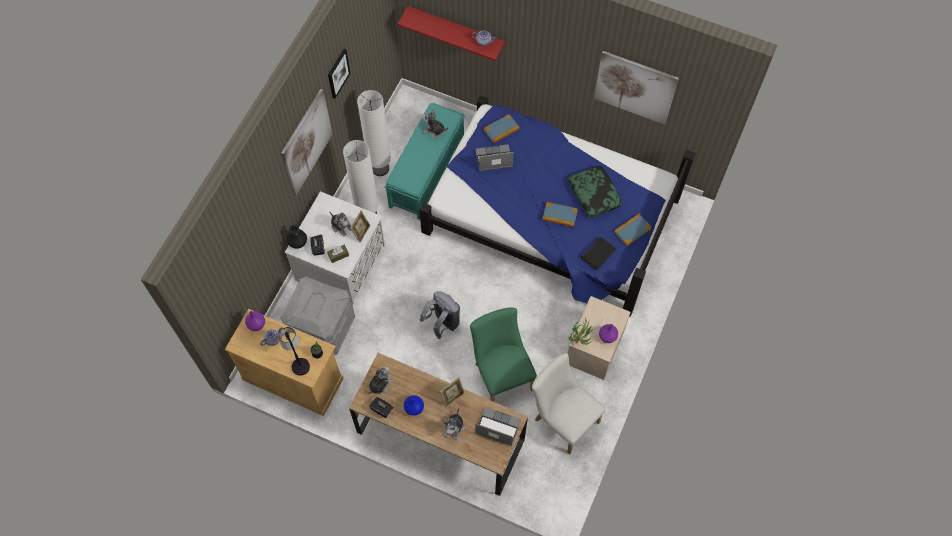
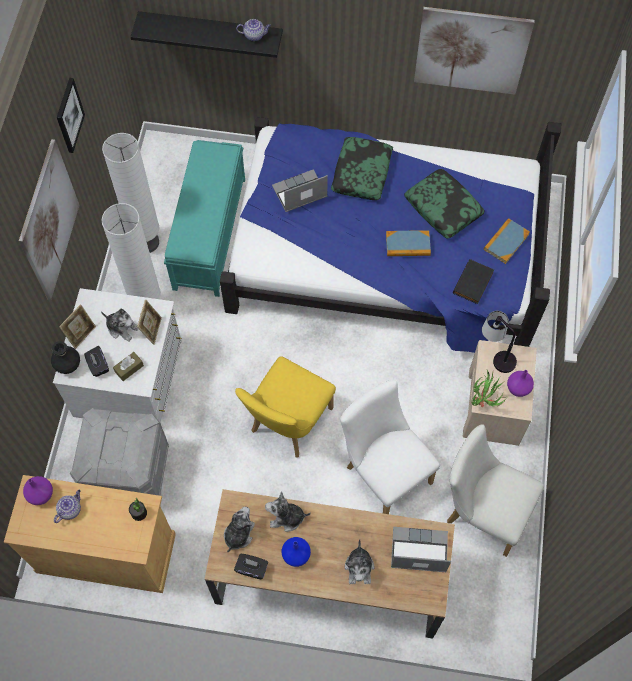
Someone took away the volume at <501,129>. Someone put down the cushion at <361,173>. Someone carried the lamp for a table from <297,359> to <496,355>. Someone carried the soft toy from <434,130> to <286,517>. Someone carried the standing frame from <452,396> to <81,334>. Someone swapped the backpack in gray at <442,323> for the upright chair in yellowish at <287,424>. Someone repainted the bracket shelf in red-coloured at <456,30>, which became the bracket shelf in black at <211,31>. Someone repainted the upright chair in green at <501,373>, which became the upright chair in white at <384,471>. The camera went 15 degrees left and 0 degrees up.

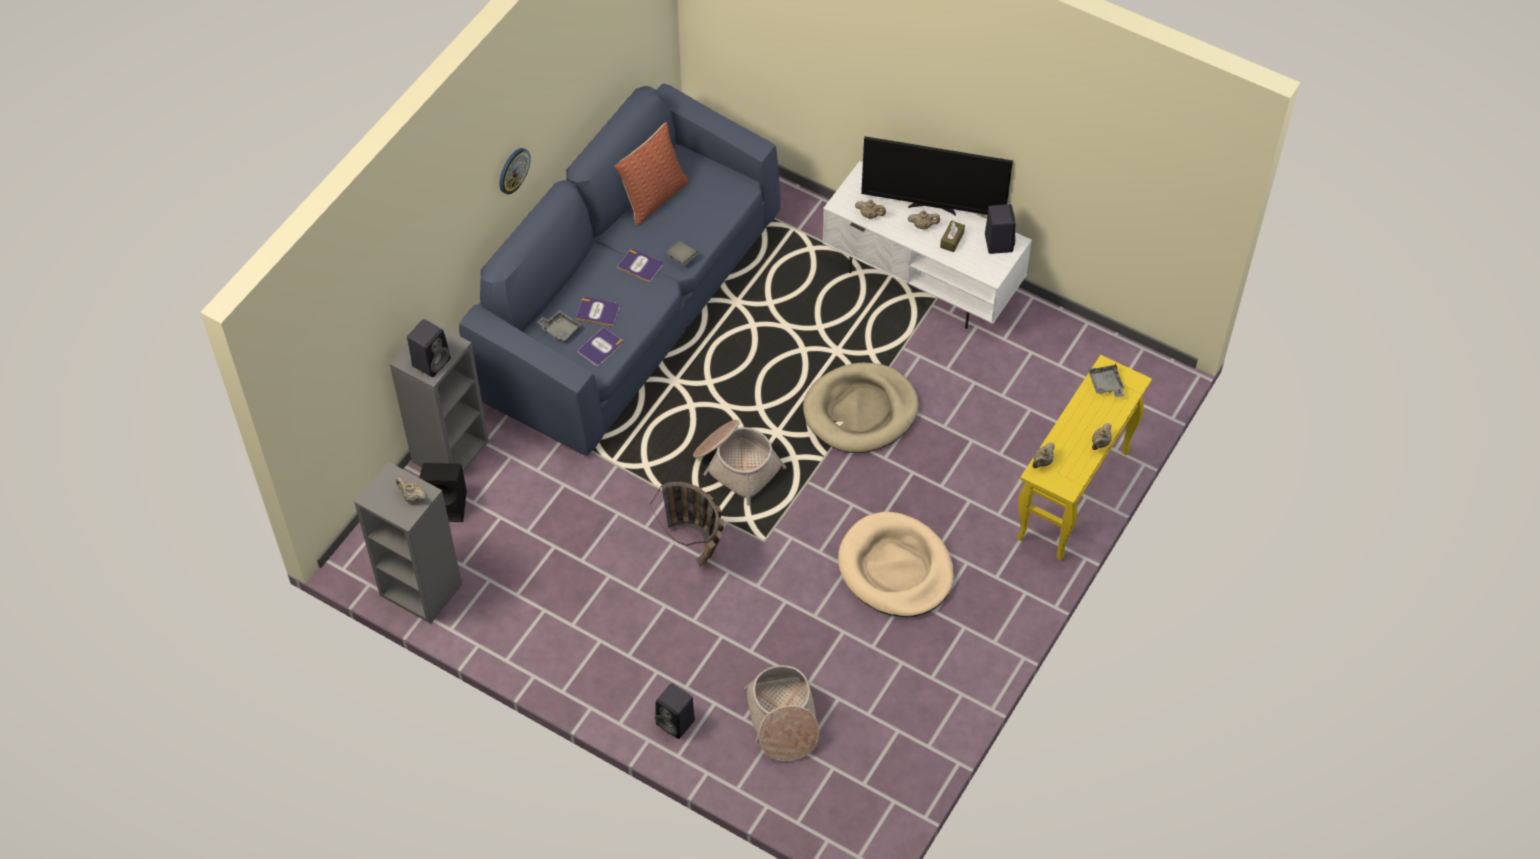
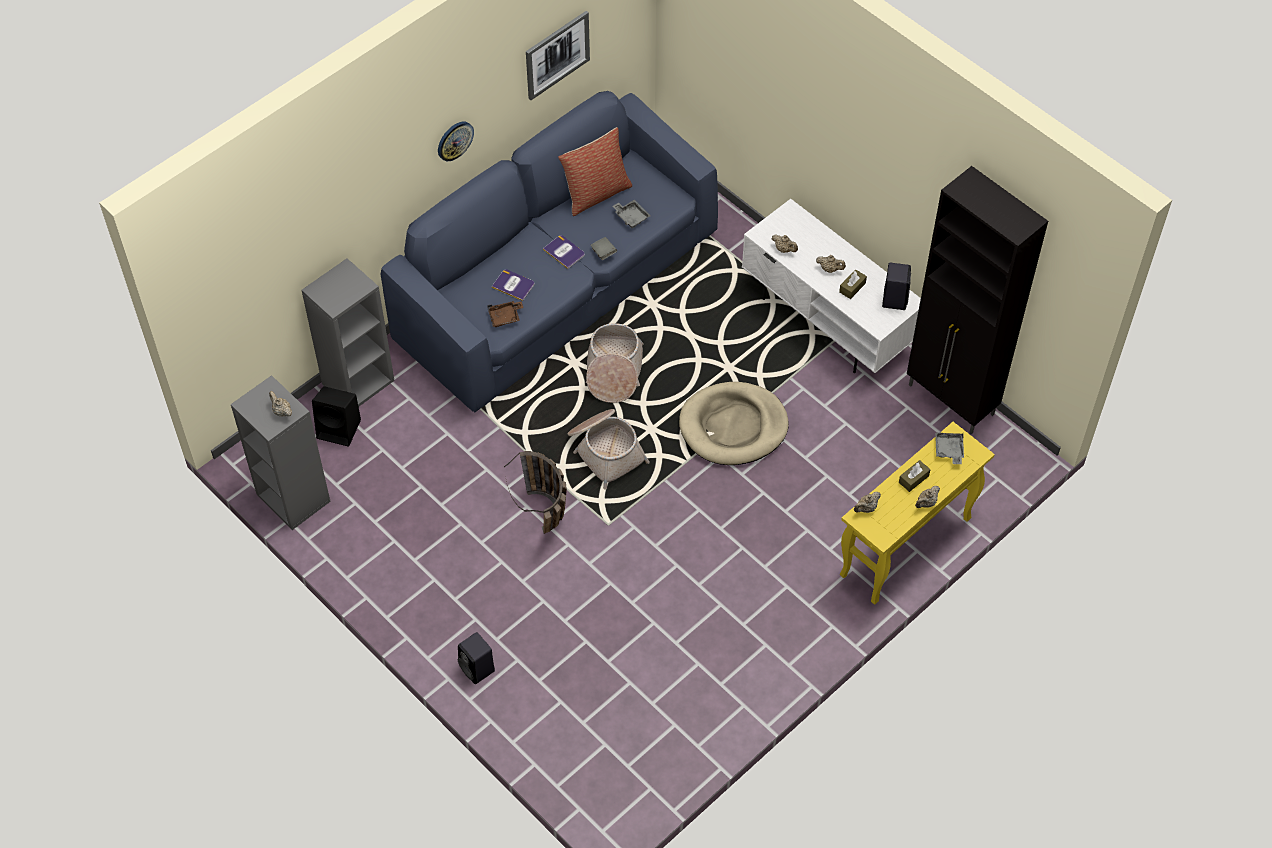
Someone took away the audio speaker in black at <432,361>. Someone took away the dog cushion in beige-coloured at <895,568>. Someone took away the television at <933,207>. Someone put up the picture at <557,54>. Someone put down the box of tissues in brown at <913,479>. Someone put down the cupboard in black at <951,401>. Someone carried the serving tray in gray from <560,330> to <631,217>. Someone carried the household basket from <783,720> to <613,371>. Someone swapped the volume at <600,347> for the serving tray in brown at <505,317>. The camera went 15 degrees right and 0 degrees up.

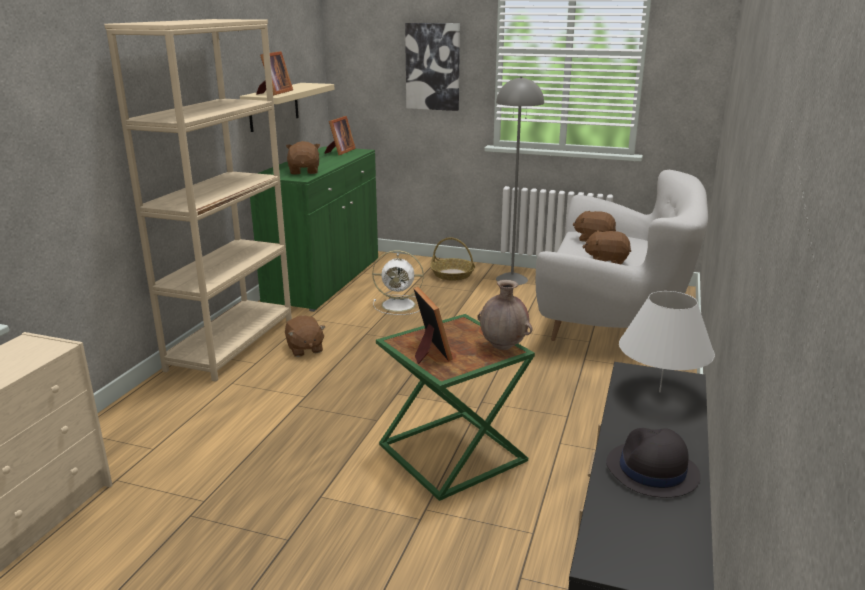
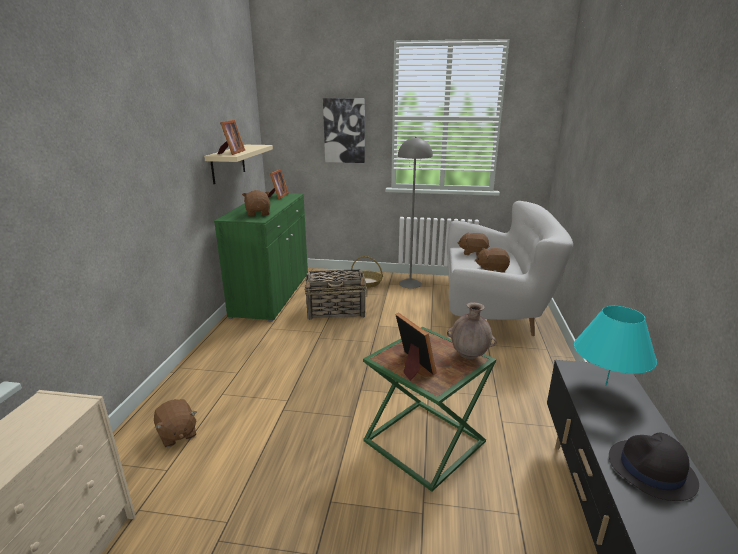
Someone took away the shelving unit in beige-coloured at <232,343>. Someone carried the soft toy in brown from <304,349> to <177,434>. Someone swapped the fan in white at <400,305> for the household basket at <336,311>. Someone repainted the lamp for a table in white at <660,391>, which became the lamp for a table in turquoise-coloured at <605,385>. The camera went 10 degrees left and 0 degrees up.

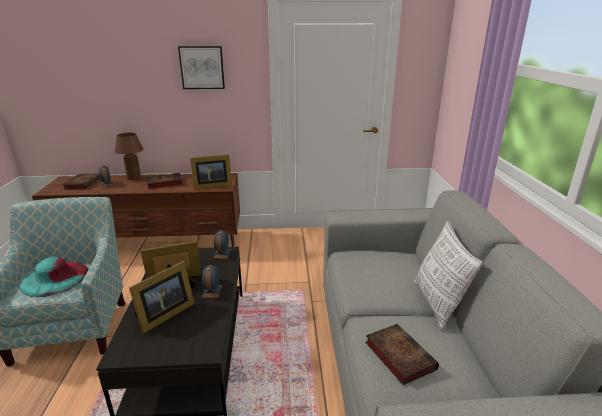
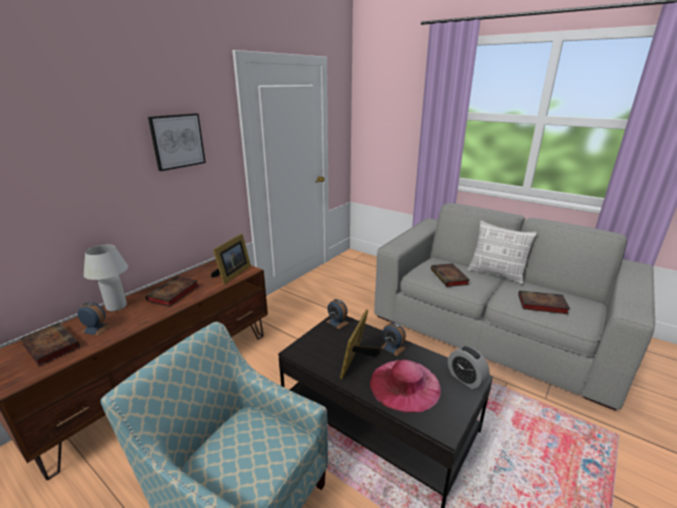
Someone took away the clothing hat in turquoise-coloured at <55,278>. Someone put down the volume at <450,277>. Someone put down the bedside clock at <465,379>. Someone swapped the standing frame at <163,315> for the clothing hat in pinkish at <405,384>. Someone repainted the lamp for a table in brown at <134,178>, which became the lamp for a table in white at <116,306>. The camera went 50 degrees left and 0 degrees up.

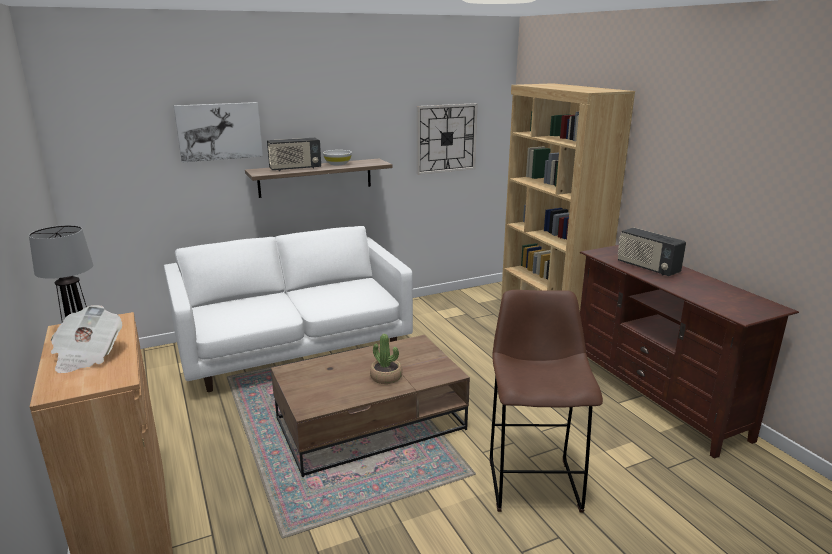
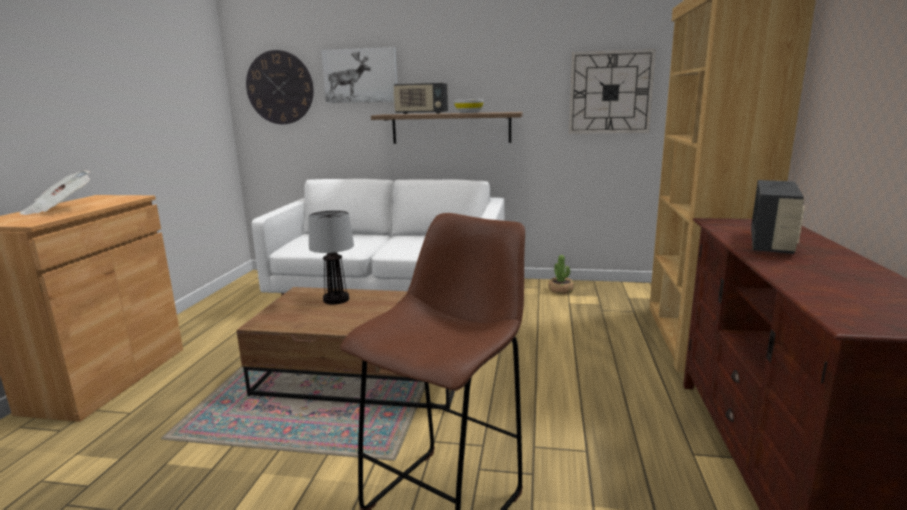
Someone put up the clock on the wall at <280,87>. Someone carried the lamp for a table from <78,328> to <336,299>. Someone carried the houseplant from <386,377> to <561,290>. Someone rotated the radio set at <647,267> by 150 degrees counterclockwise. The camera went 35 degrees right and 5 degrees down.

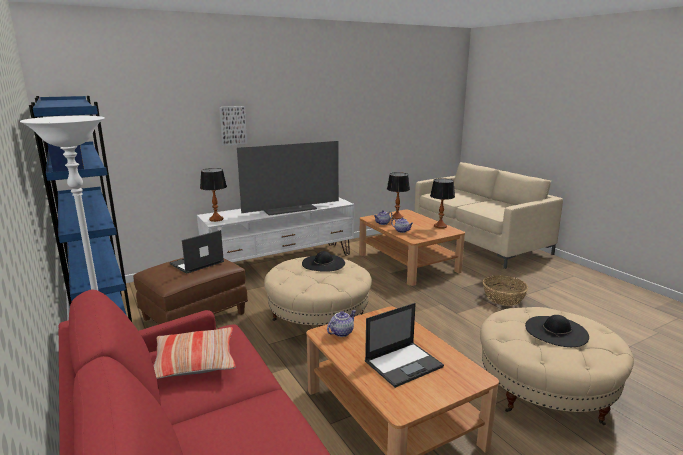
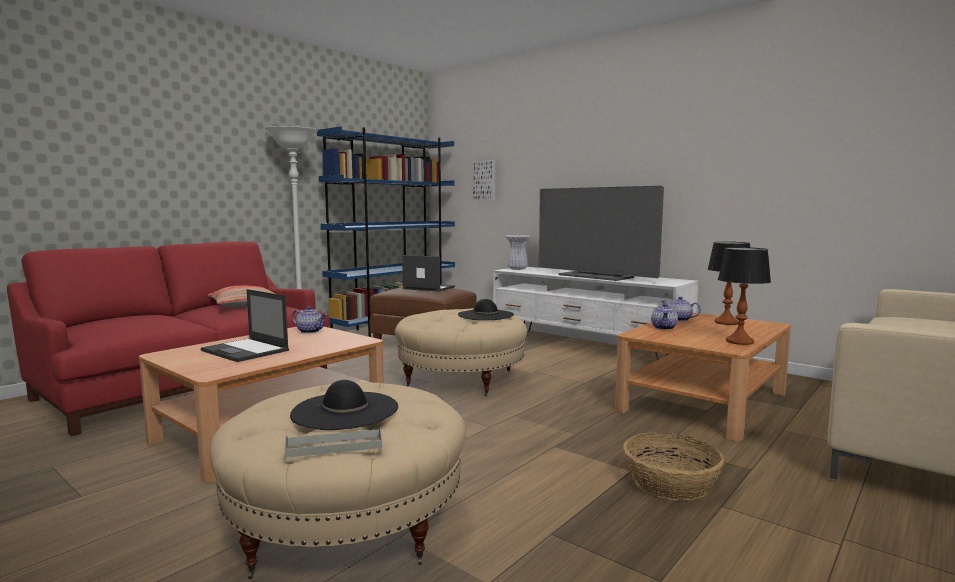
Someone put down the serving tray in gray at <334,447>. Someone carried the picture from <233,125> to <485,181>. Someone swapped the lamp for a table at <216,219> for the vase in white at <517,269>. The camera went 70 degrees right and 10 degrees down.

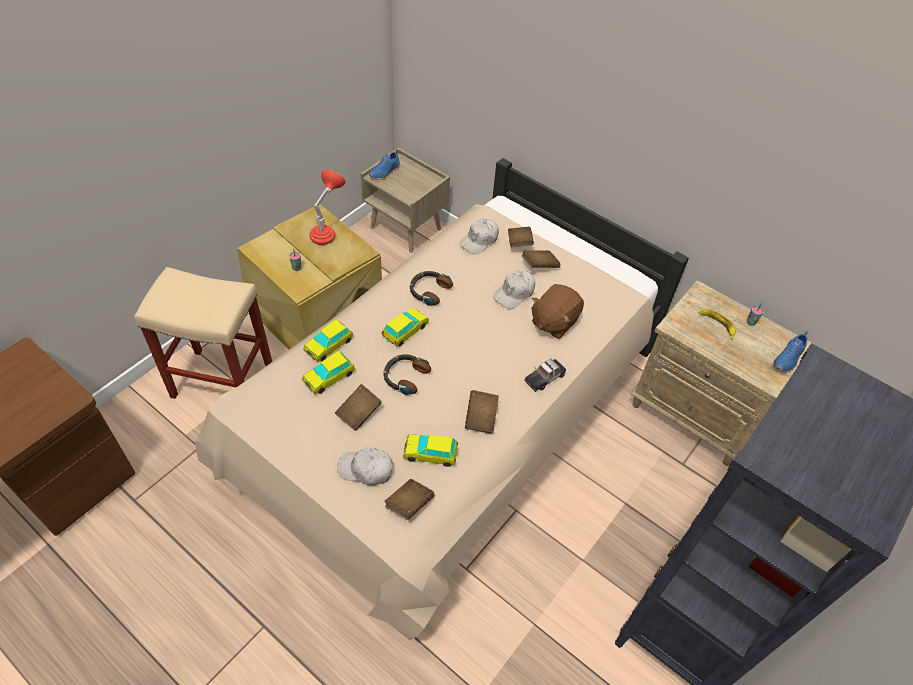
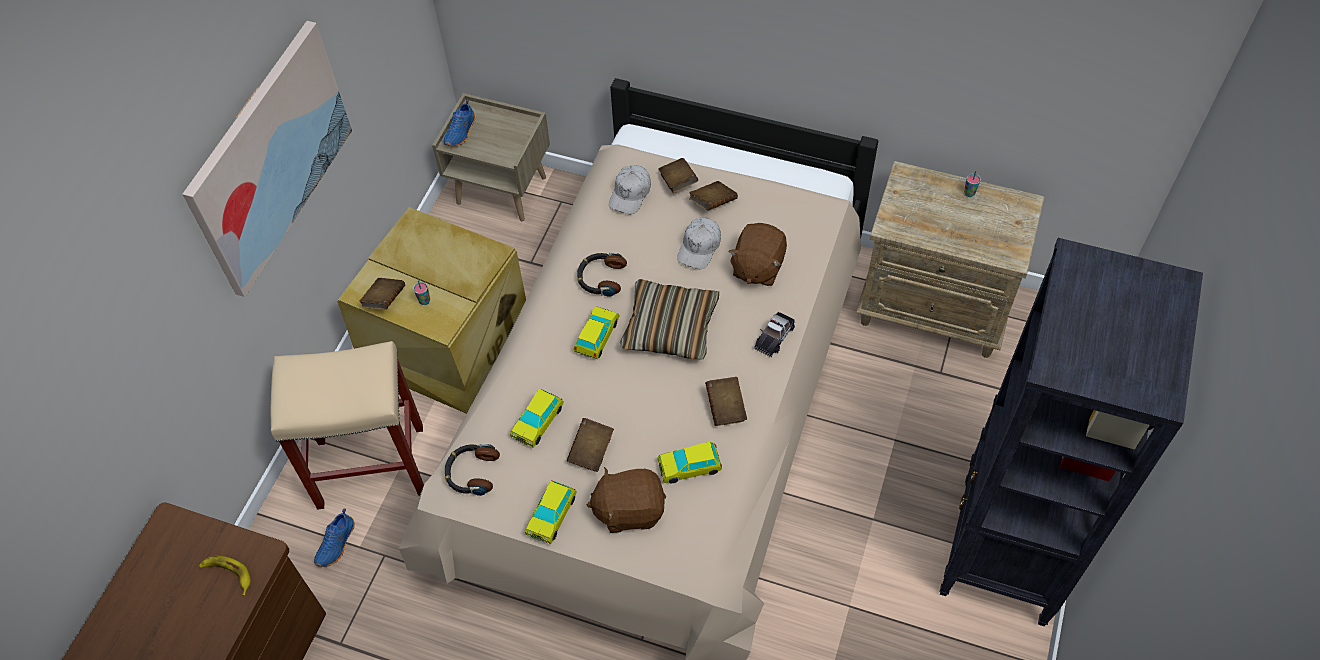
Someone took away the lamp for a table in red-coloured at <327,232>. Someone put up the picture at <269,157>. Someone put down the cushion at <670,327>. Someone carried the toy car from <329,346> to <551,515>. Someone carried the headphones from <405,376> to <472,472>. Someone carried the volume in brown from <409,504> to <384,300>. Someone carried the banana fruit from <717,324> to <228,574>. Someone carried the item of footwear in bluish from <788,359> to <337,544>. Someone swapped the baseball cap in white at <366,470> for the soft toy in brown at <629,510>. The camera went 15 degrees left and 5 degrees up.

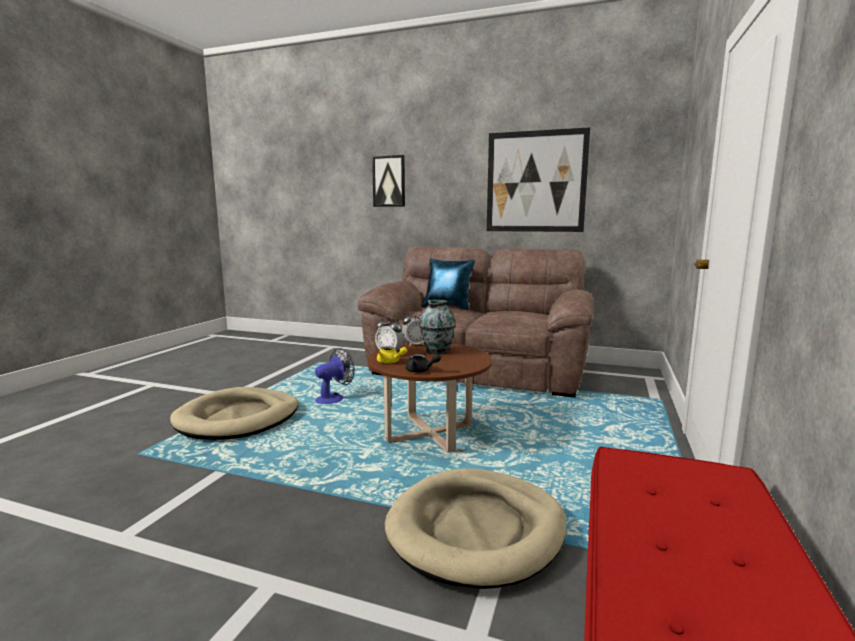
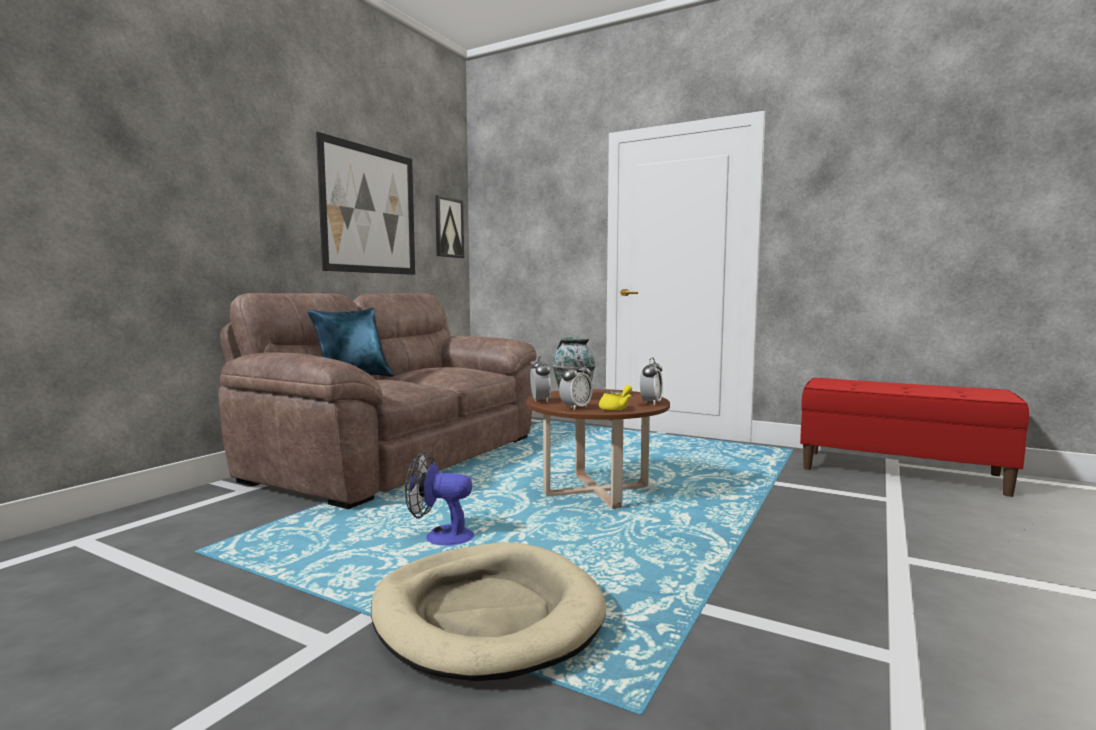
Someone took away the dog cushion in beige-coloured at <477,530>. Someone carried the picture from <389,181> to <448,227>. Someone swapped the teapot in black at <421,371> for the bedside clock at <651,403>. Someone rotated the fan at <334,398> by 45 degrees counterclockwise. The camera went 80 degrees left and 5 degrees down.

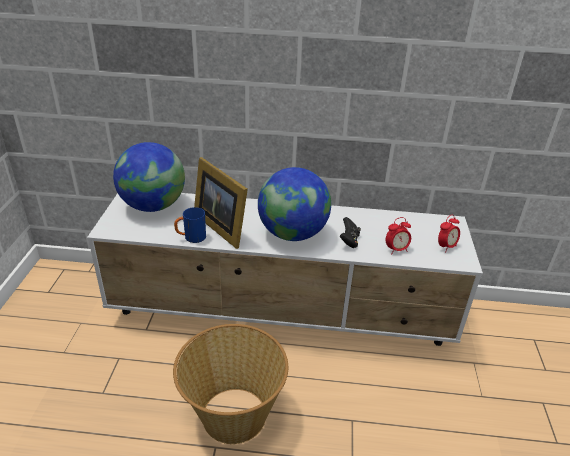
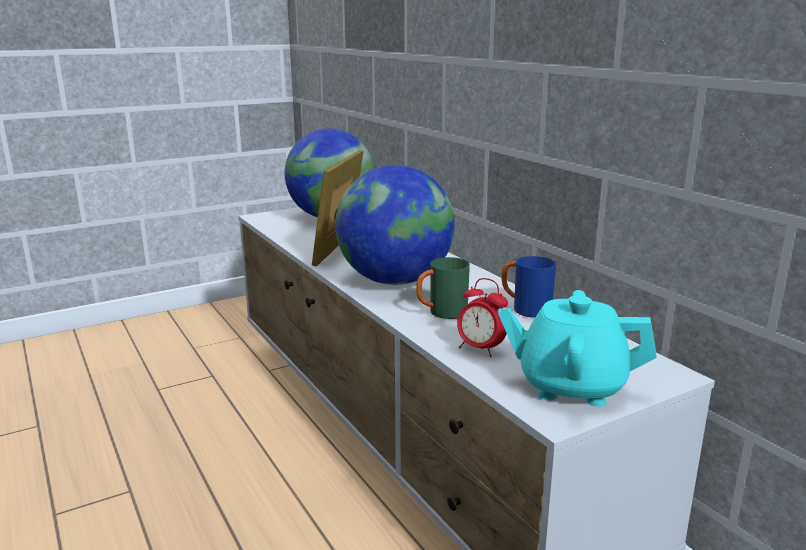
Someone took away the household basket at <233,414>. Someone carried the mug in bluish from <191,238> to <525,309>. Someone swapped the game controller in black at <349,241> for the mug in green at <441,313>. Someone swapped the bedside clock at <446,247> for the teapot in turquoise-coloured at <571,386>. The camera went 55 degrees right and 15 degrees down.

